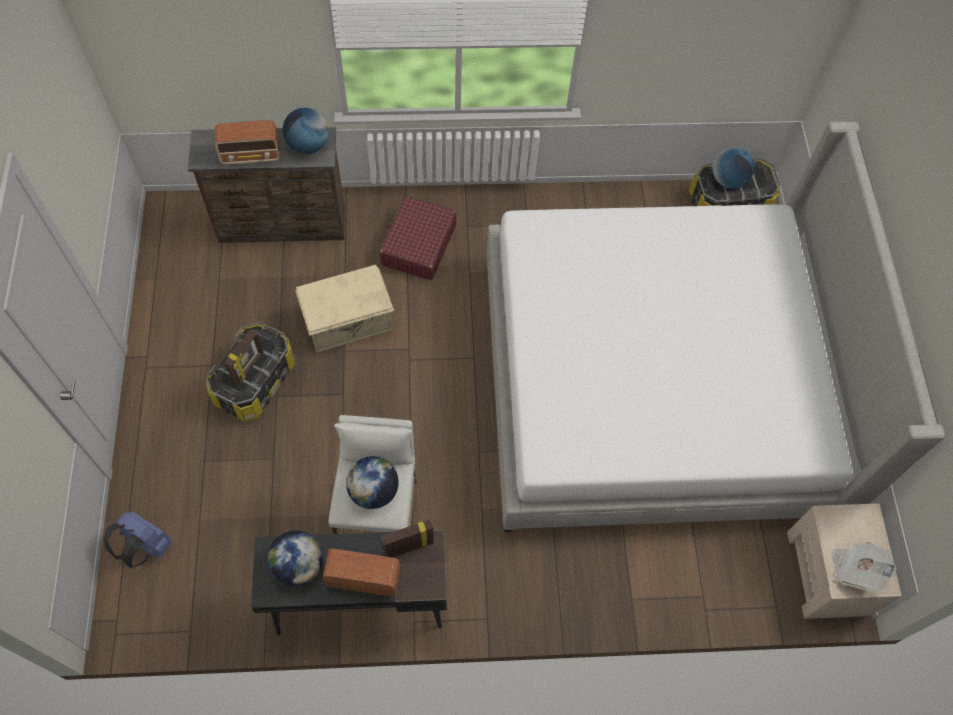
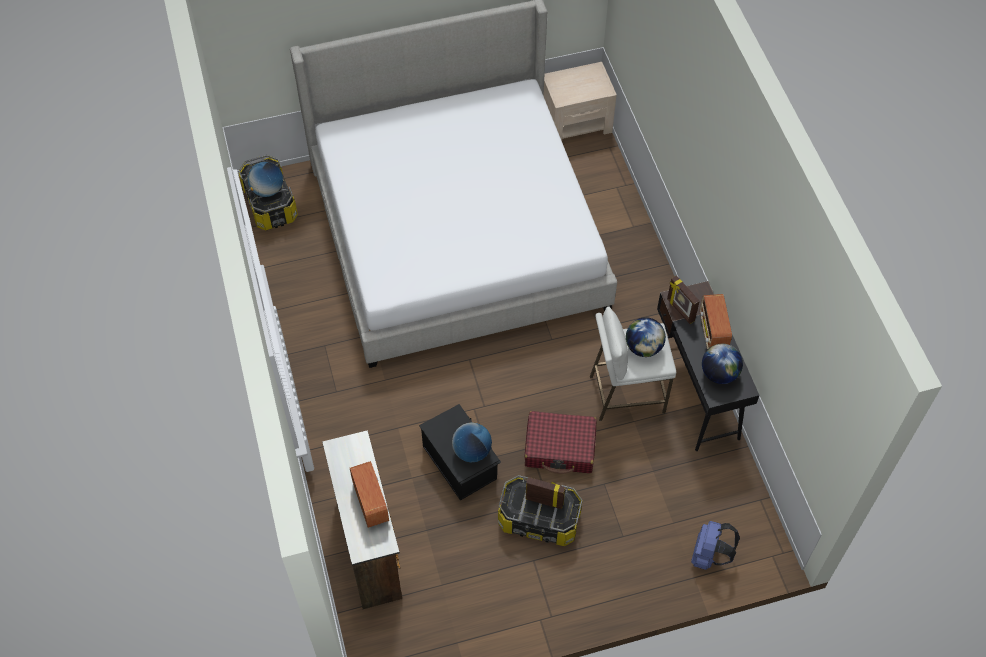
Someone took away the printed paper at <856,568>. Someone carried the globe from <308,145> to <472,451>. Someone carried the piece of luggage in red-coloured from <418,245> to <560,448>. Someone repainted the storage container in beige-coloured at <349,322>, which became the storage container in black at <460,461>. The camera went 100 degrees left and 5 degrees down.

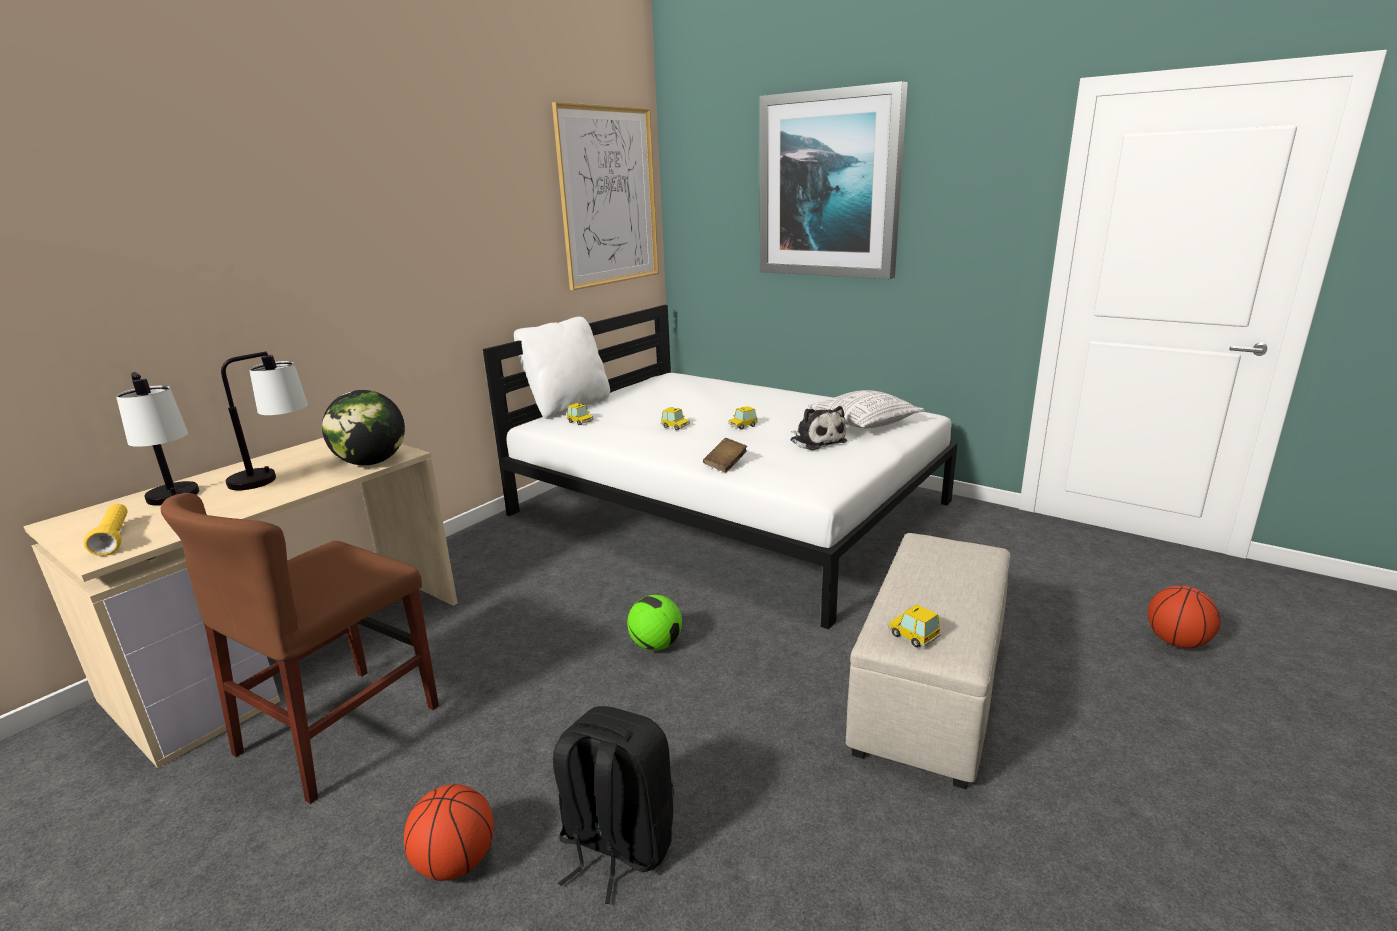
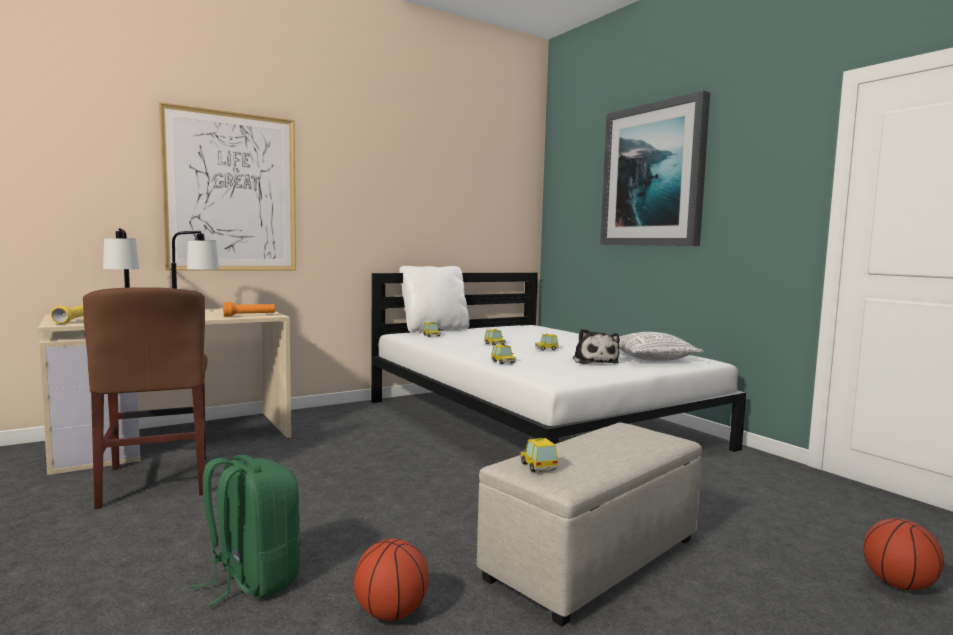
Someone took away the football at <655,645>. Someone carried the basketball from <455,862> to <390,613>. Someone carried the picture from <609,197> to <231,192>. Someone swapped the globe at <371,462> for the flashlight in orange-coloured at <249,316>. Someone swapped the volume in brown at <725,464> for the toy car at <503,362>. Someone repainted the backpack in black at <615,845>, which became the backpack in green at <251,580>. Someone rotated the upright chair in brown at <340,729> by 75 degrees counterclockwise. The camera went 20 degrees right and 15 degrees down.

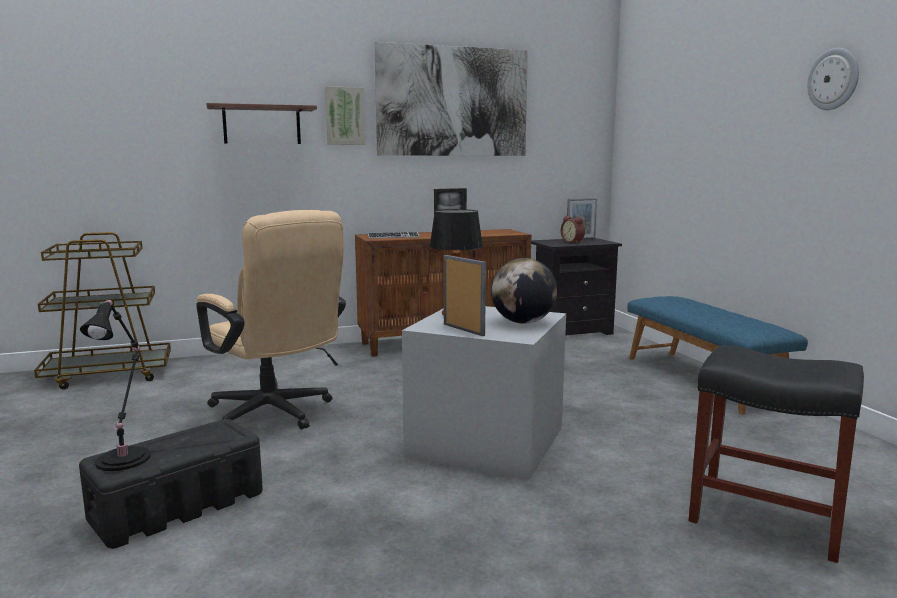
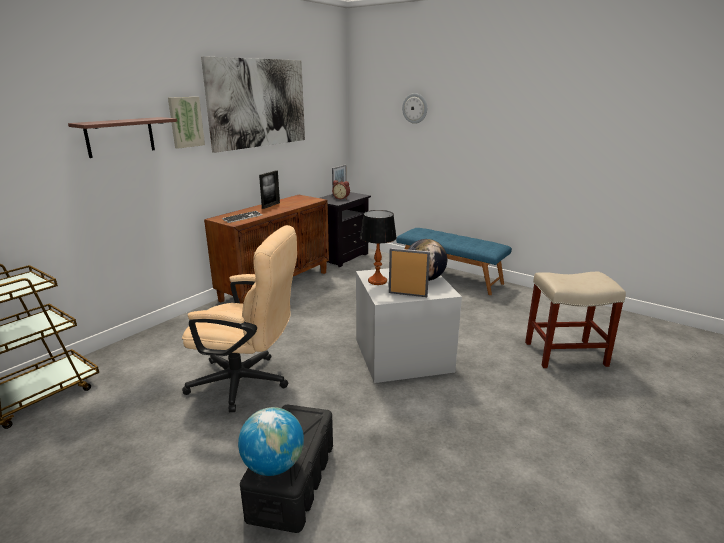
Someone carried the clock on the wall from <833,79> to <415,108>. Someone swapped the lamp for a table in black at <126,457> for the globe at <273,465>. Someone repainted the sitting stool in black at <763,518>, which became the sitting stool in beige-coloured at <564,354>. The camera went 35 degrees left and 10 degrees up.

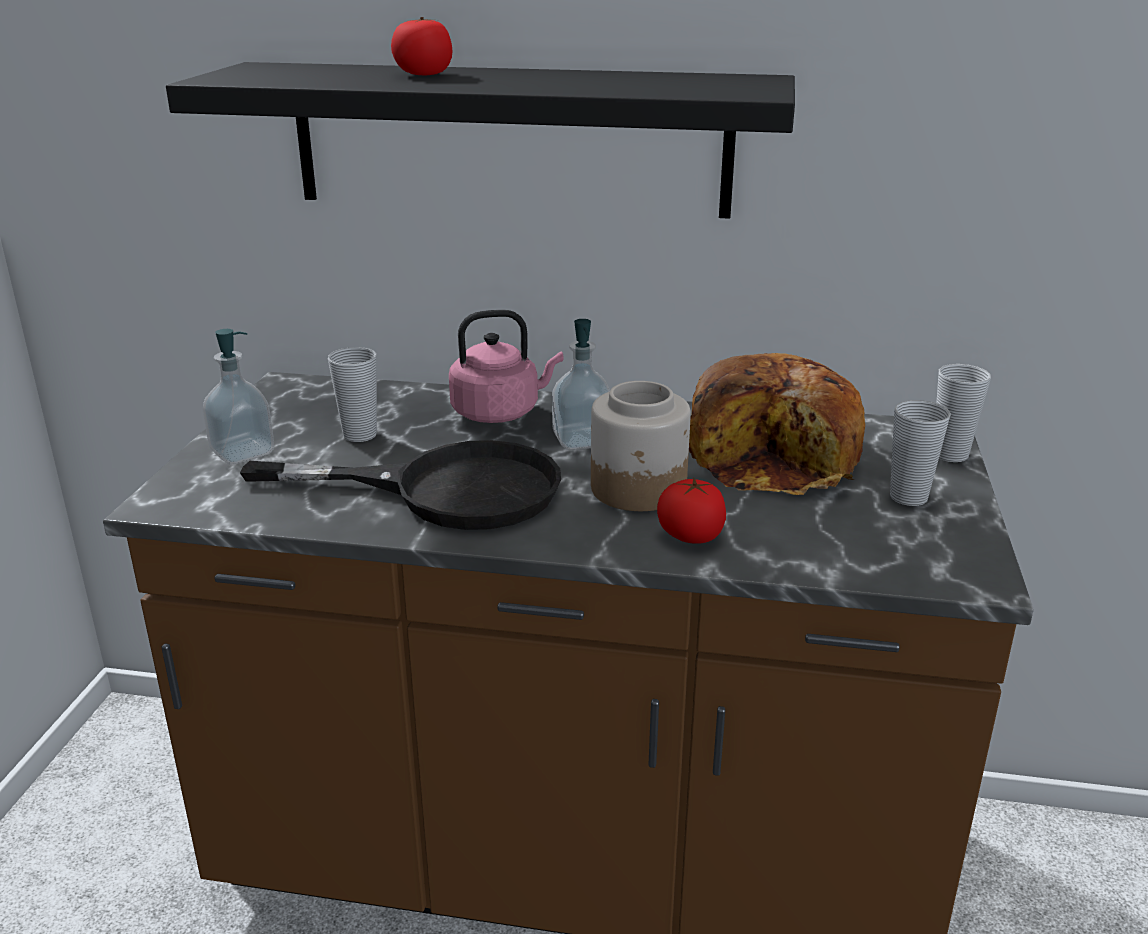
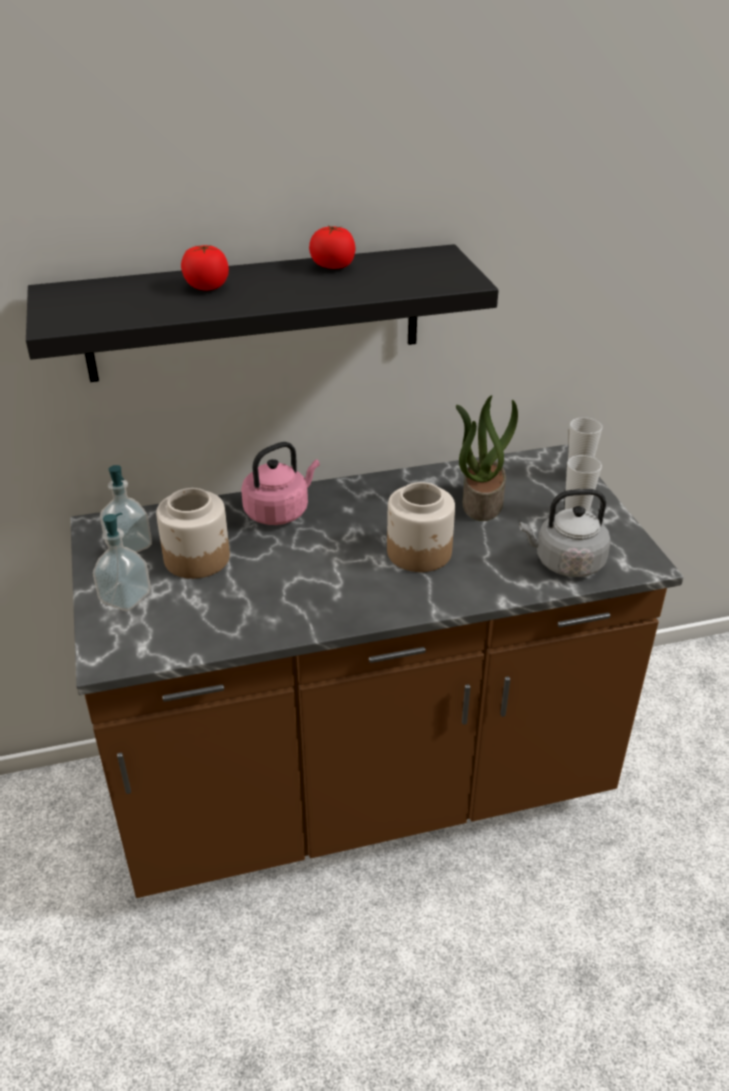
Someone took away the frying pan in black at <446,490>. Someone put down the water kettle in gray at <565,563>. Someone carried the soap bottle from <582,440> to <129,546>. Someone carried the fresh tomato from <691,536> to <333,266>. Someone swapped the small cup at <360,435> for the preserve jar at <198,558>. Someone swapped the bread at <776,455> for the houseplant at <481,502>. The camera went 25 degrees left and 10 degrees up.

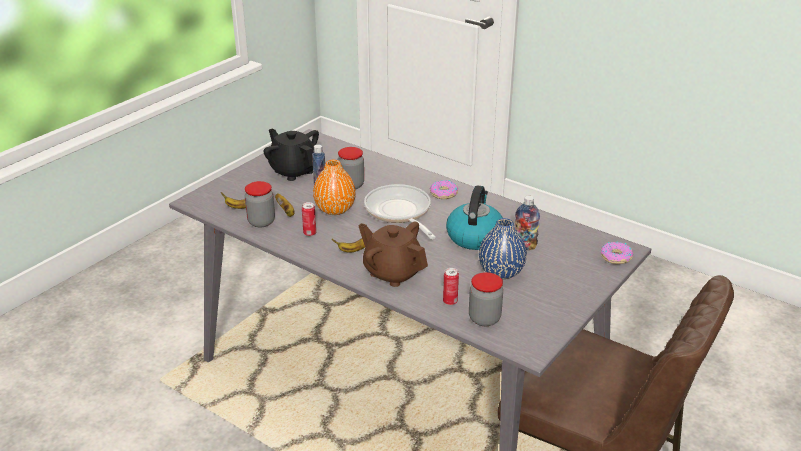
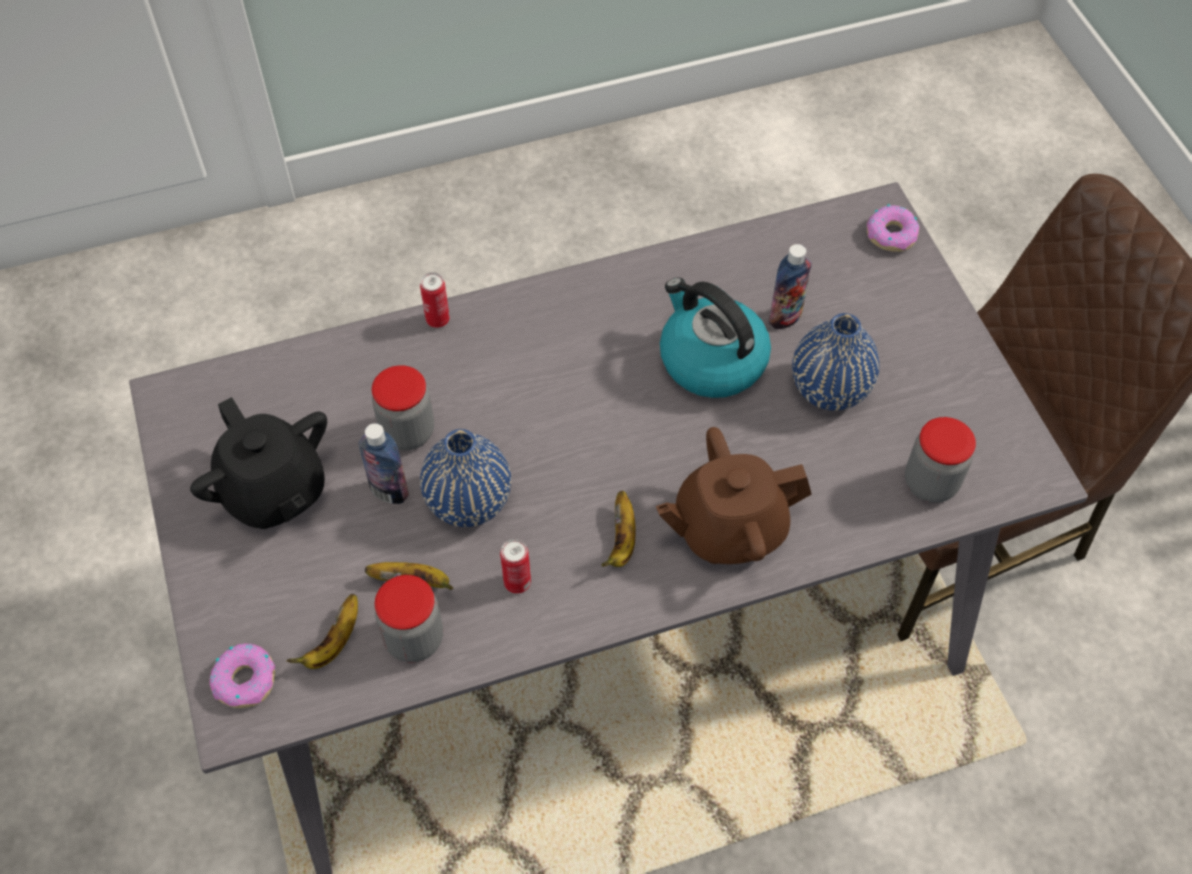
Someone took away the frying pan at <399,213>. Someone carried the donut from <444,194> to <245,680>. Someone carried the can from <450,302> to <437,320>. Someone repainted the vase in orange-coloured at <335,209>, which became the vase in bluish at <468,501>. Someone rotated the teapot in black at <293,171> by 120 degrees counterclockwise. The camera went 55 degrees left and 25 degrees up.

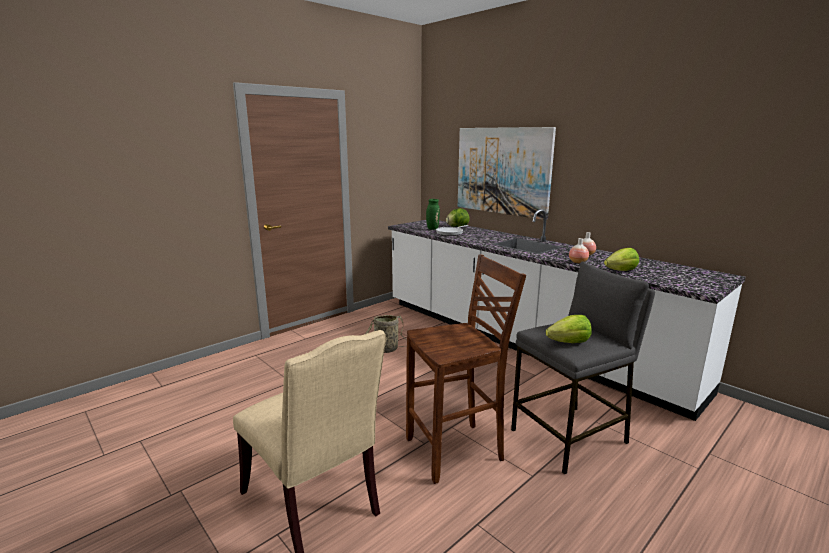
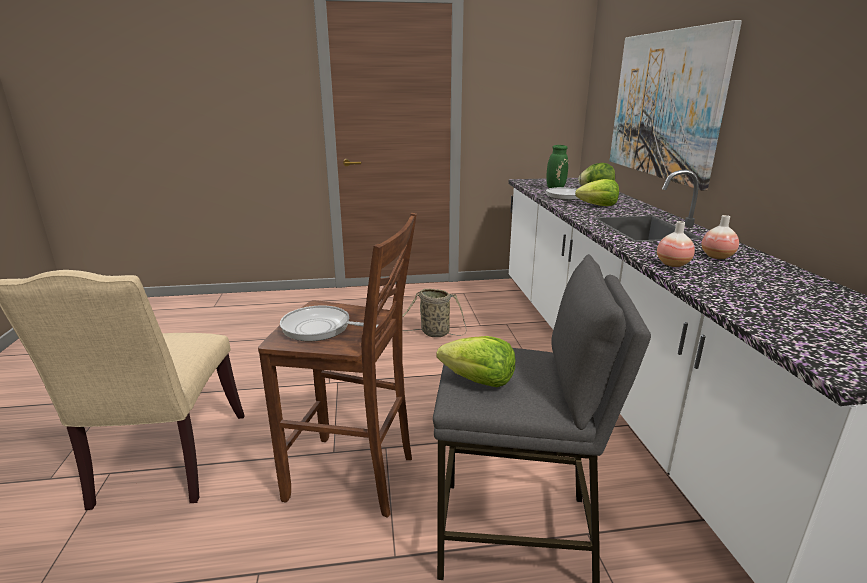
Someone put down the frying pan at <320,328>. Someone carried the lettuce head from <621,271> to <598,205>. The camera went 35 degrees right and 5 degrees up.

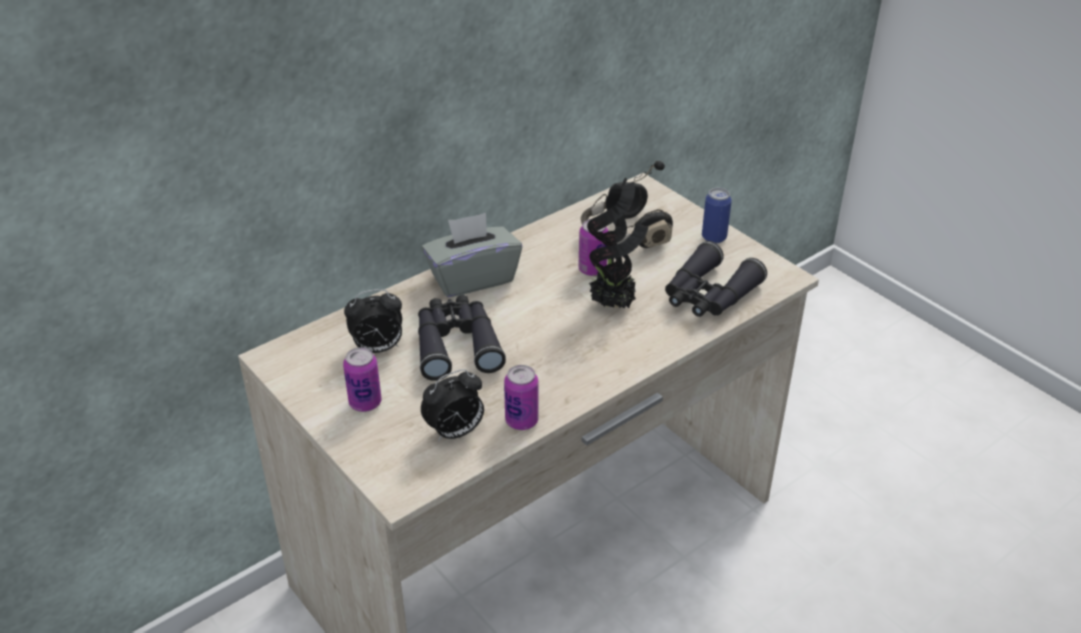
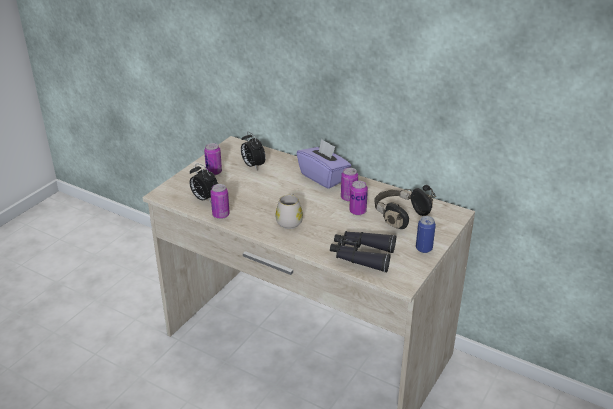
Someone took away the pair of binoculars in black at <456,344>. Someone took away the houseplant at <613,305>. Someone put down the mug in white at <289,221>. Someone put down the can at <349,198>. Someone repainted the box of tissues in gray at <472,278>, which became the box of tissues in purple-coloured at <323,177>. The camera went 70 degrees right and 5 degrees down.

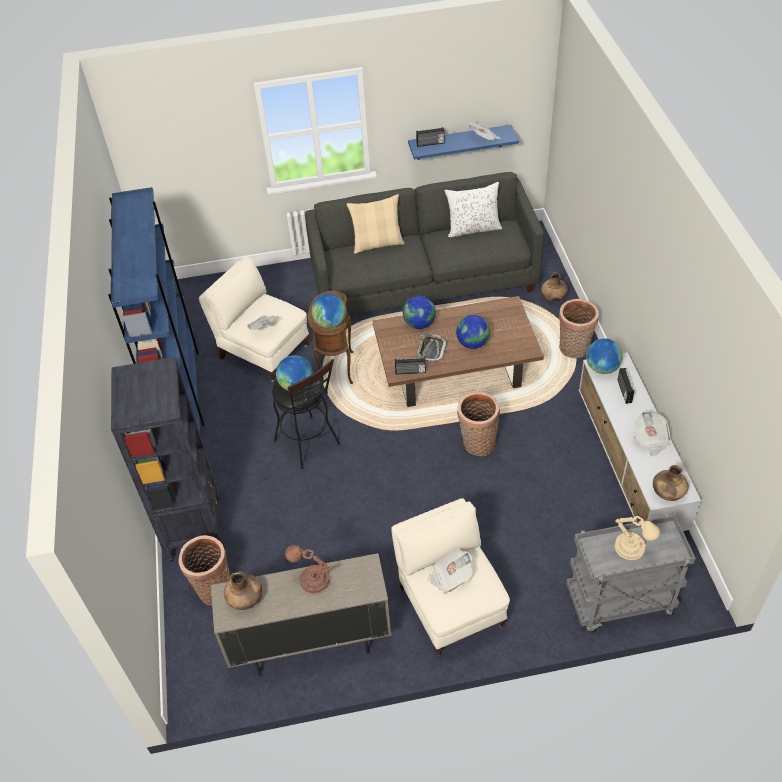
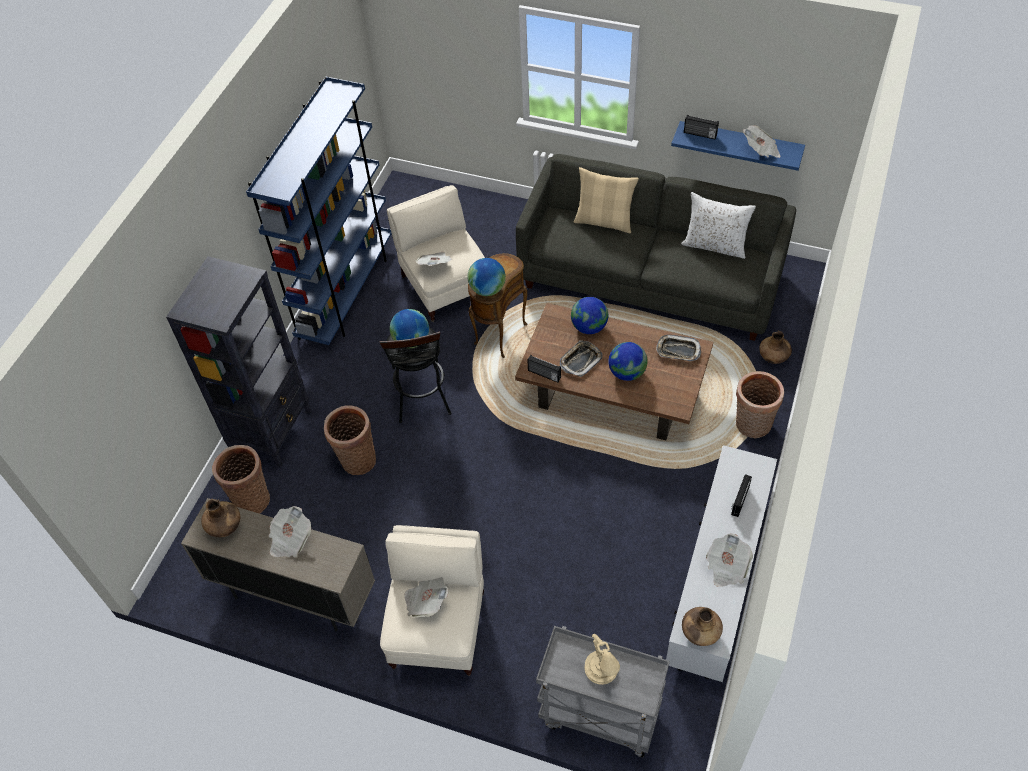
Someone took away the globe at <602,368>. Someone put down the serving tray at <678,350>. Someone carried the household basket from <477,444> to <356,459>. Someone swapped the lamp for a table in brown at <312,580> for the printed paper at <290,539>. The camera went 30 degrees right and 5 degrees up.

